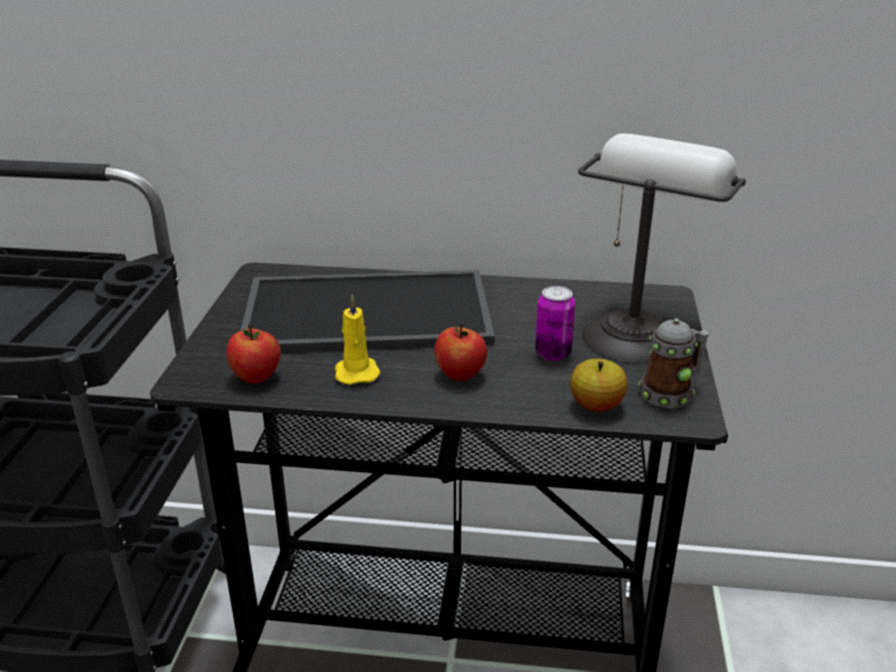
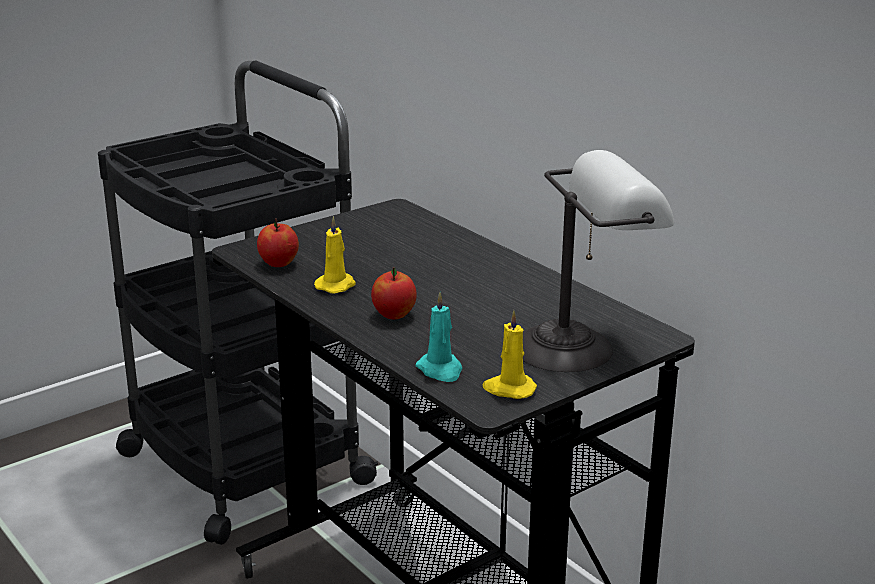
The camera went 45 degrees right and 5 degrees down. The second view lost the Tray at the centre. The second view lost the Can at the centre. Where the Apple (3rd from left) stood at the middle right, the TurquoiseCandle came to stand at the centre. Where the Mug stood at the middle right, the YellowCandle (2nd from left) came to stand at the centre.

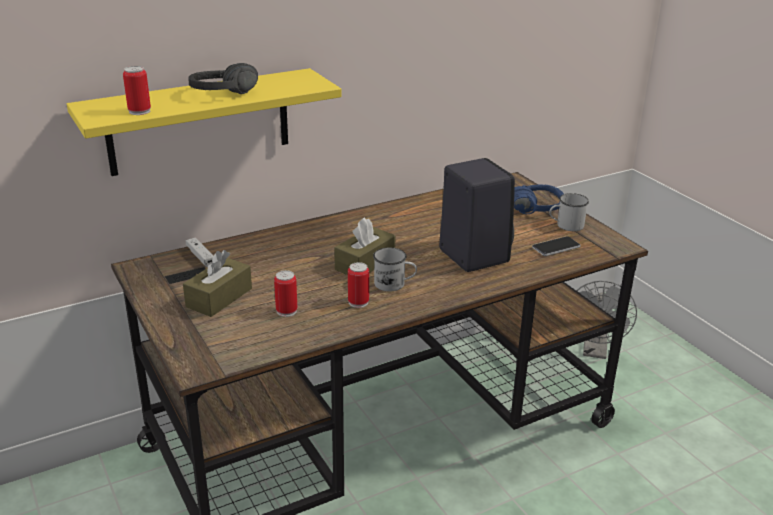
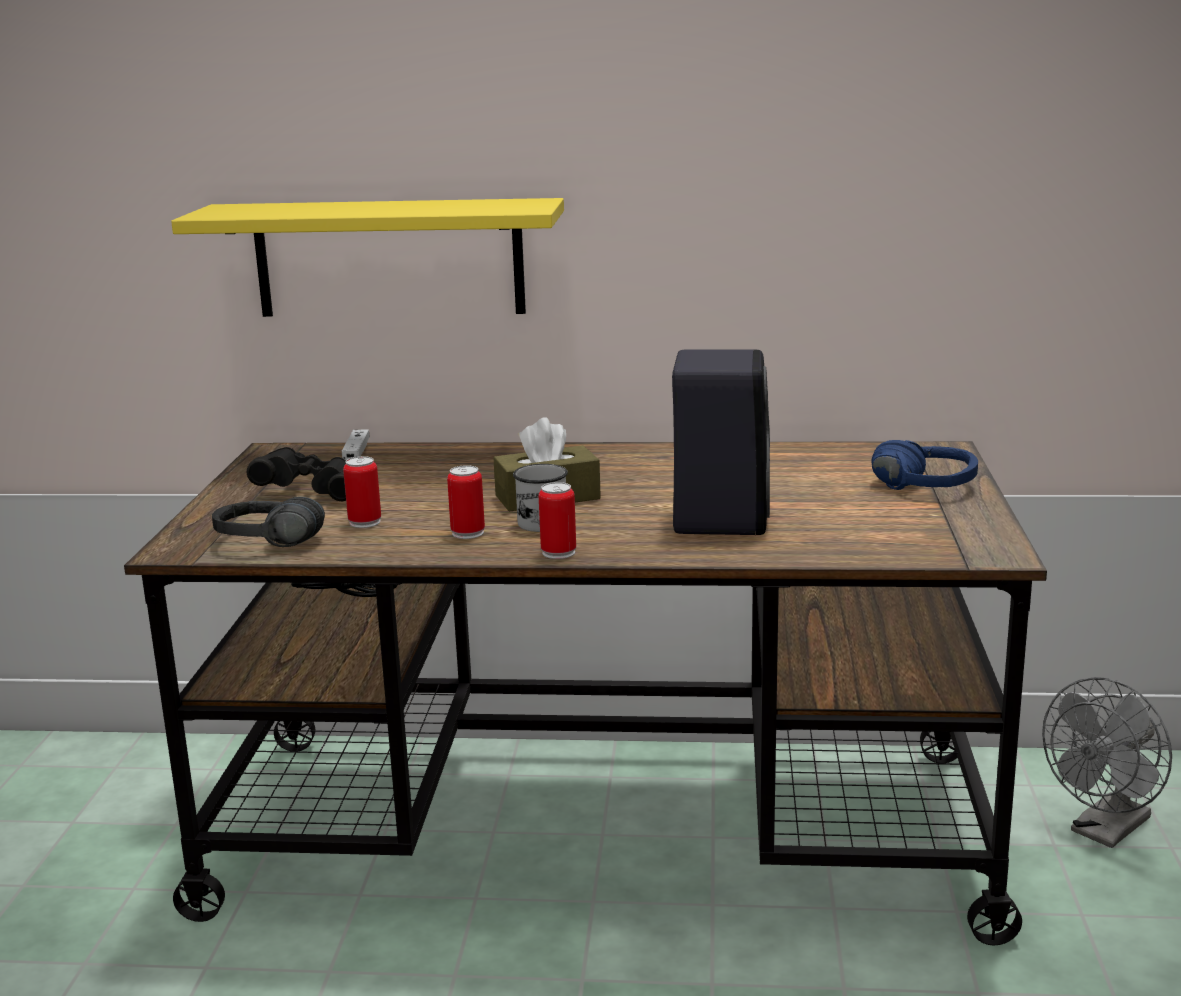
The camera went 35 degrees right and 10 degrees down. The Can (1st from left in the first image) ended up elsewhere, having gone from the top left to the centre. Where the BrownTissueBox (1st from left) stood at the middle left, the BlackBinoculars came to stand at the middle left. The BlackHeadphones ended up elsewhere, having gone from the top left to the middle left. The second view lost the Phone at the middle right. The second view lost the WhiteMug (2nd from left) at the middle right.

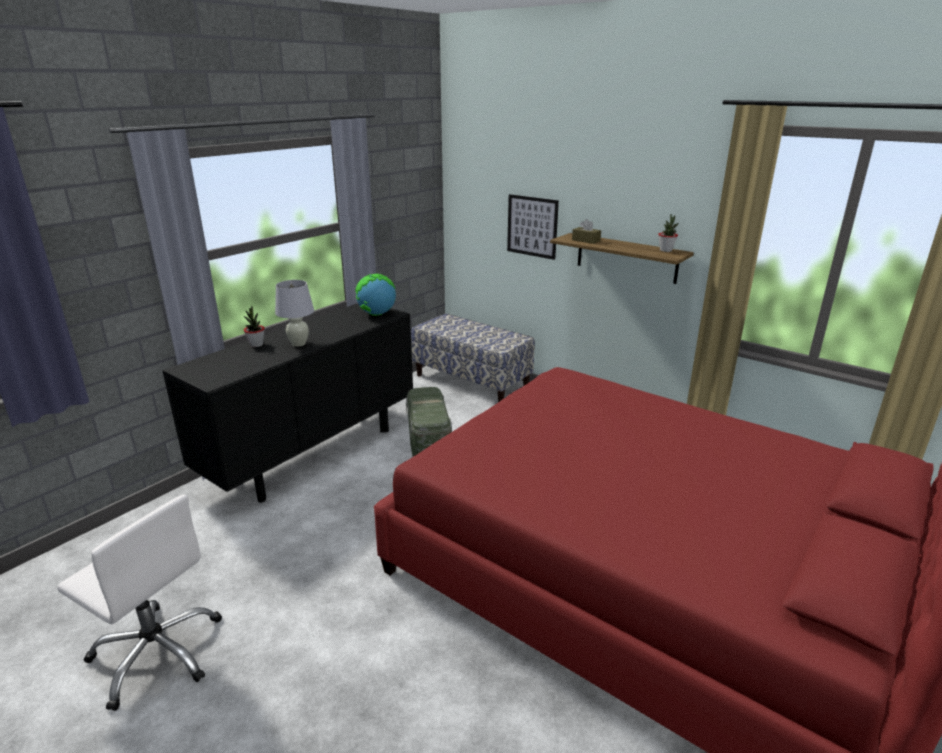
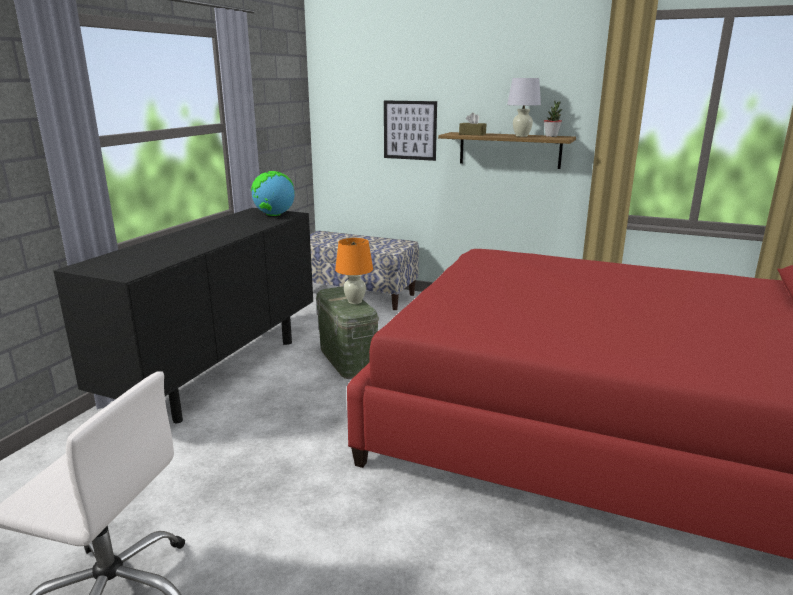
The camera went 15 degrees left and 5 degrees down. The second view lost the PottedPlant (1st from left) at the middle left. The WhiteTableLamp ended up elsewhere, having gone from the middle left to the top centre. The second view gained the OrangeTableLamp at the centre.

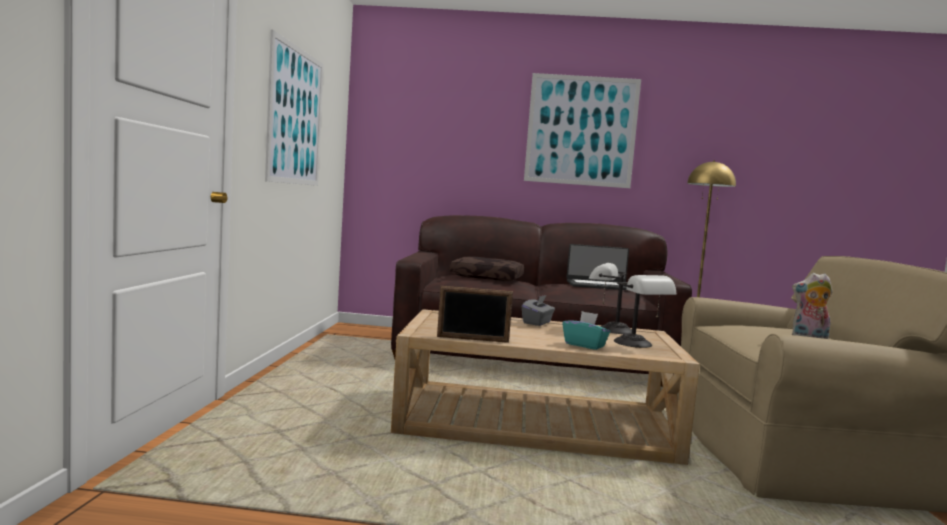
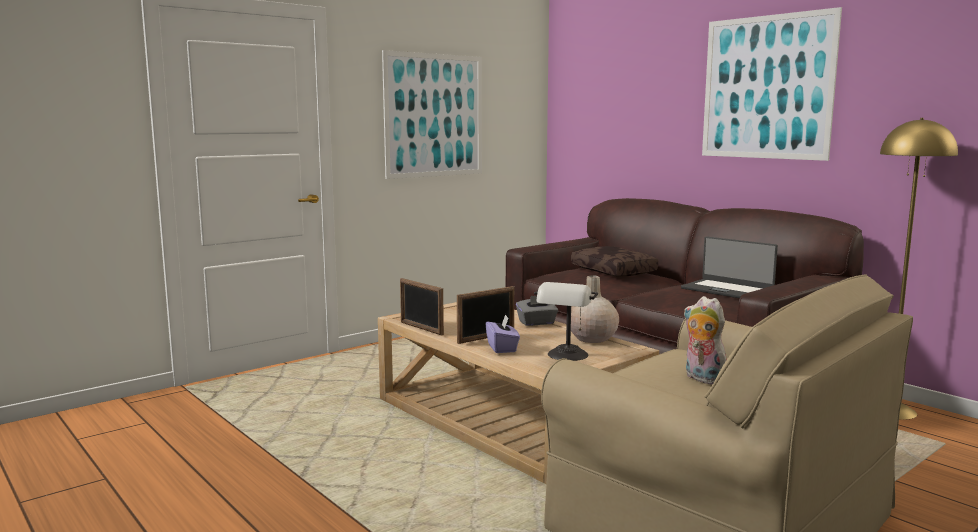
The camera went 45 degrees right and 5 degrees up. What was the TurquoiseTissueBox at the centre turned into the PurpleTissueBox at the centre. Where the TableLamp (1st from left) stood at the centre, the BeigeVase came to stand at the centre. The second view gained the PictureFrame (2nd from left) at the centre.

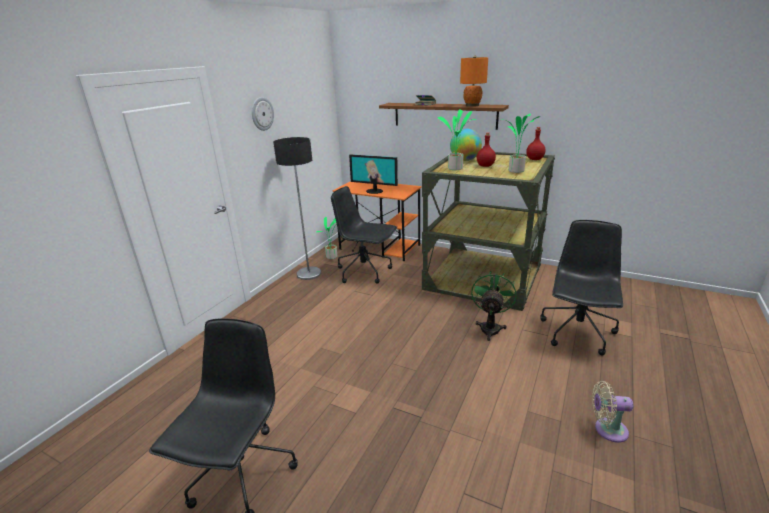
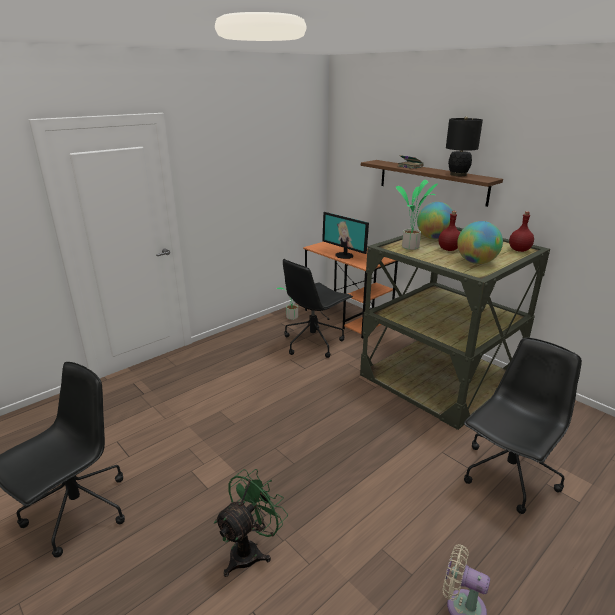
The camera went 20 degrees right and 0 degrees up. The second view lost the WallClock at the top centre. The second view lost the FloorLamp at the centre. The BlackOfficeChair (2nd from left) at the centre ended up facing another way, 90 degrees counterclockwise from before. What was the OrangeTableLamp at the top centre turned into the BlackTableLamp at the top right. The GreenFan ended up elsewhere, having gone from the centre to the bottom centre. Where the PottedPlant (3rd from left) stood at the top right, the Globe (2nd from left) came to stand at the middle right.

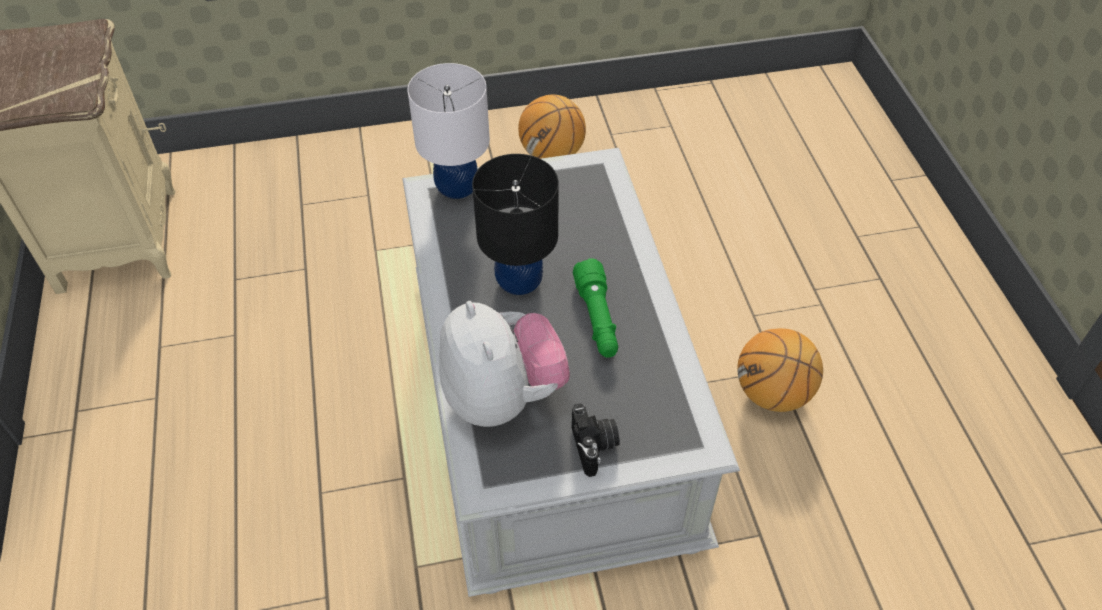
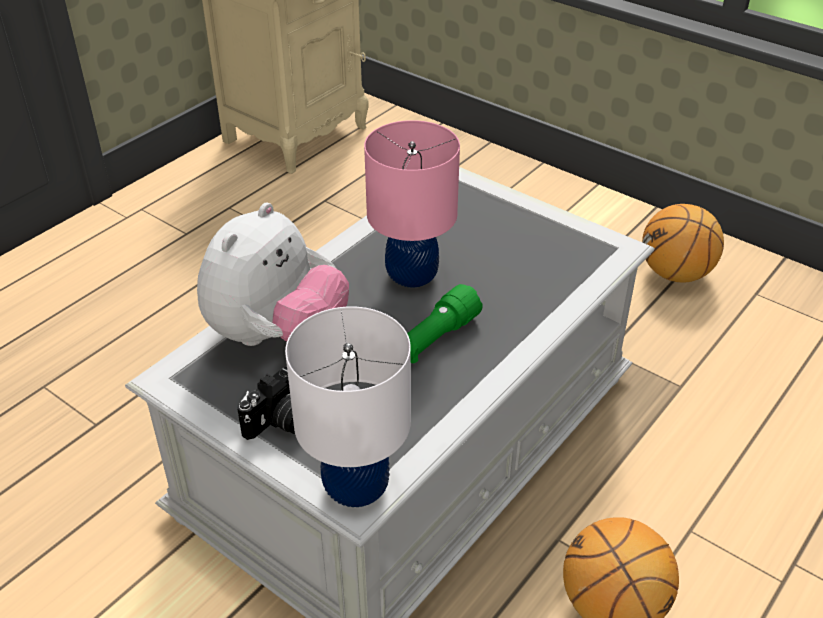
The camera went 50 degrees right and 10 degrees down. The WhiteTableLamp ended up elsewhere, having gone from the top centre to the centre. What was the BlackTableLamp at the centre turned into the PinkTableLamp at the top centre.

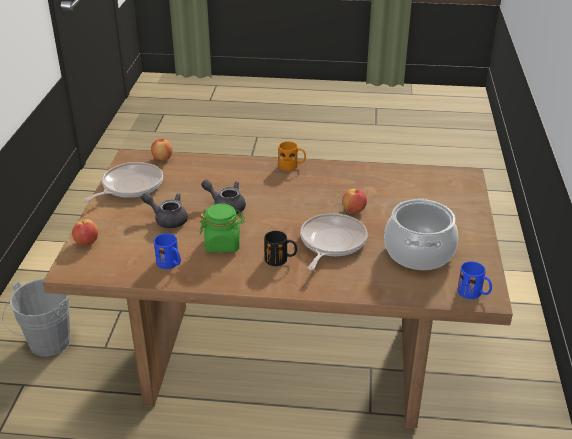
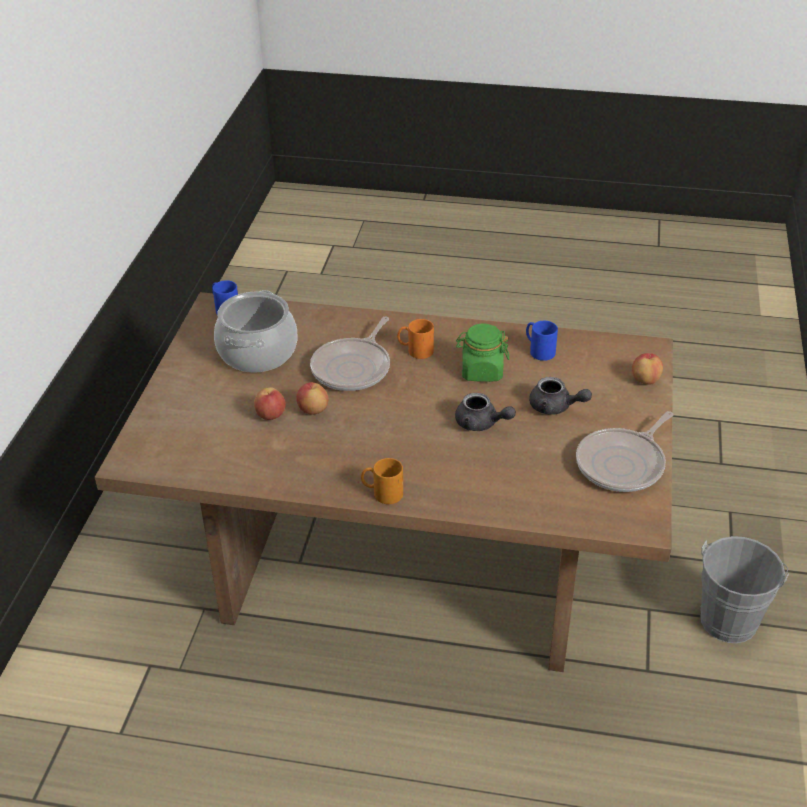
The camera went 175 degrees left and 5 degrees up. The Apple (2nd from left in the first image) ended up elsewhere, having gone from the middle left to the centre. What was the BlackMug at the centre turned into the OrangeMug (2nd from left) at the centre.

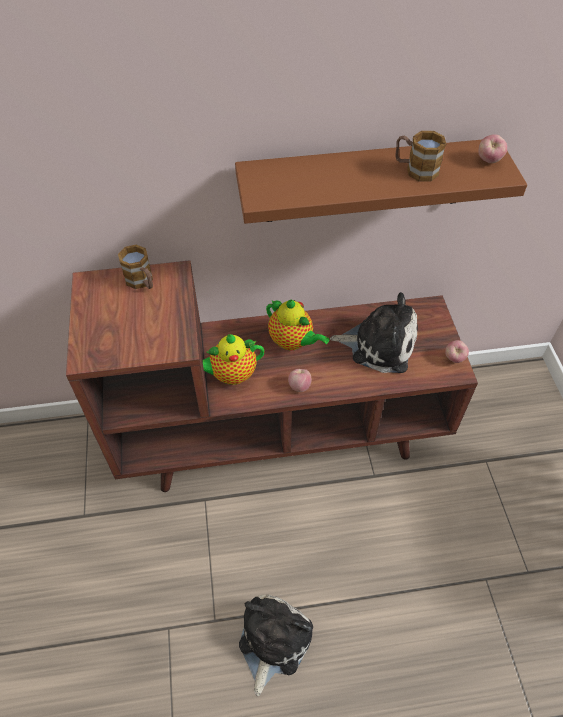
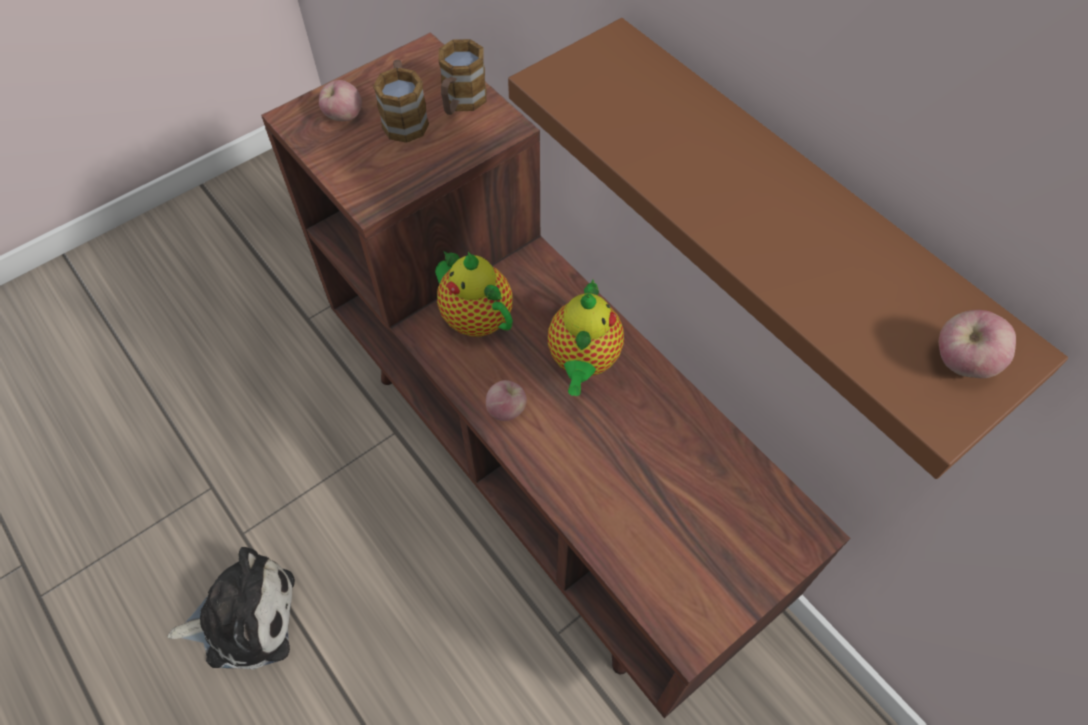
The camera went 60 degrees right and 5 degrees up. The second view lost the PlushToy (2nd from left) at the centre. The Mug (2nd from left in the first image) ended up elsewhere, having gone from the top right to the top centre. The Apple (2nd from left in the first image) ended up elsewhere, having gone from the middle right to the top left.

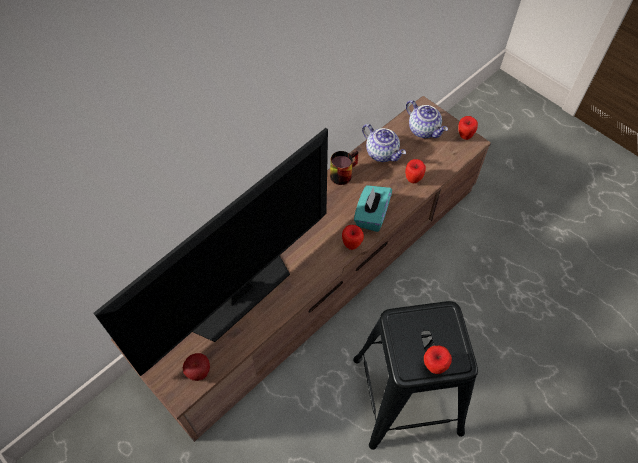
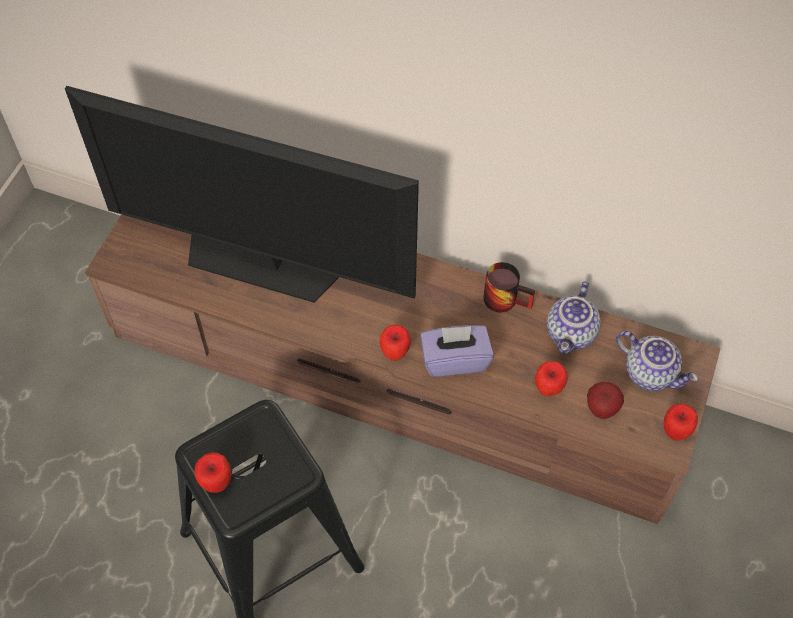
The camera went 65 degrees right and 0 degrees up. The Apple (1st from left in the first image) ended up elsewhere, having gone from the bottom left to the middle right. What was the TurquoiseTissueBox at the centre turned into the PurpleTissueBox at the centre. The Teapot (2nd from left) at the top right ended up facing another way, 75 degrees counterclockwise from before.

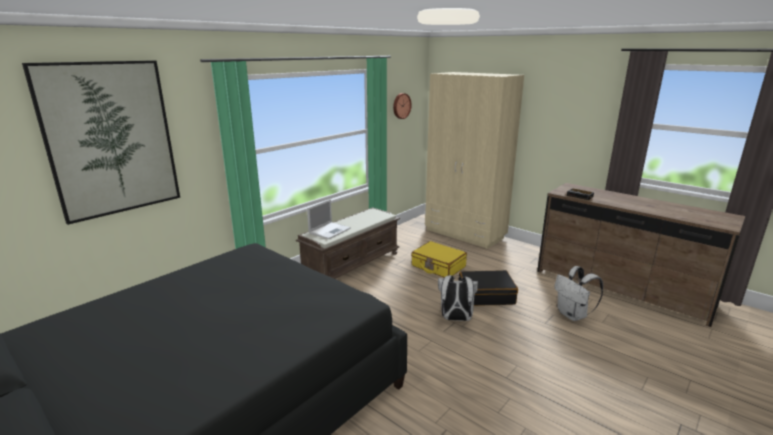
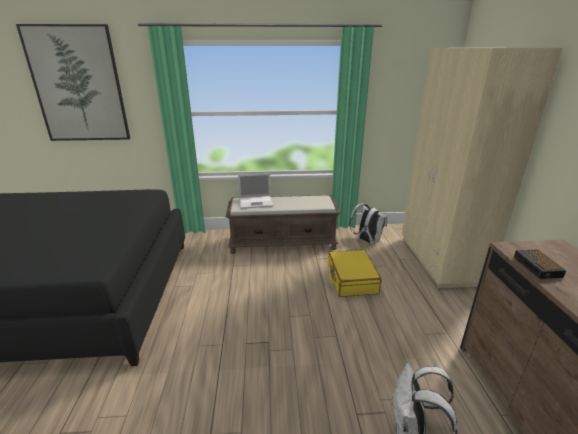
The camera went 45 degrees right and 5 degrees up. The second view lost the WallClock at the top centre. The WhiteBackpack (1st from left) ended up elsewhere, having gone from the bottom centre to the centre. The second view lost the BlackSuitcase at the centre.

